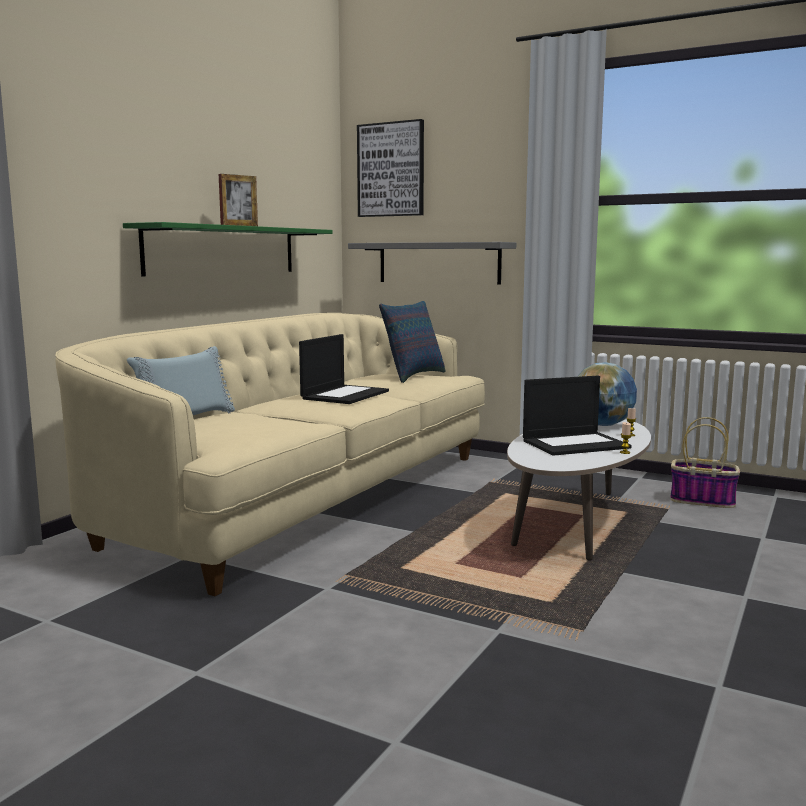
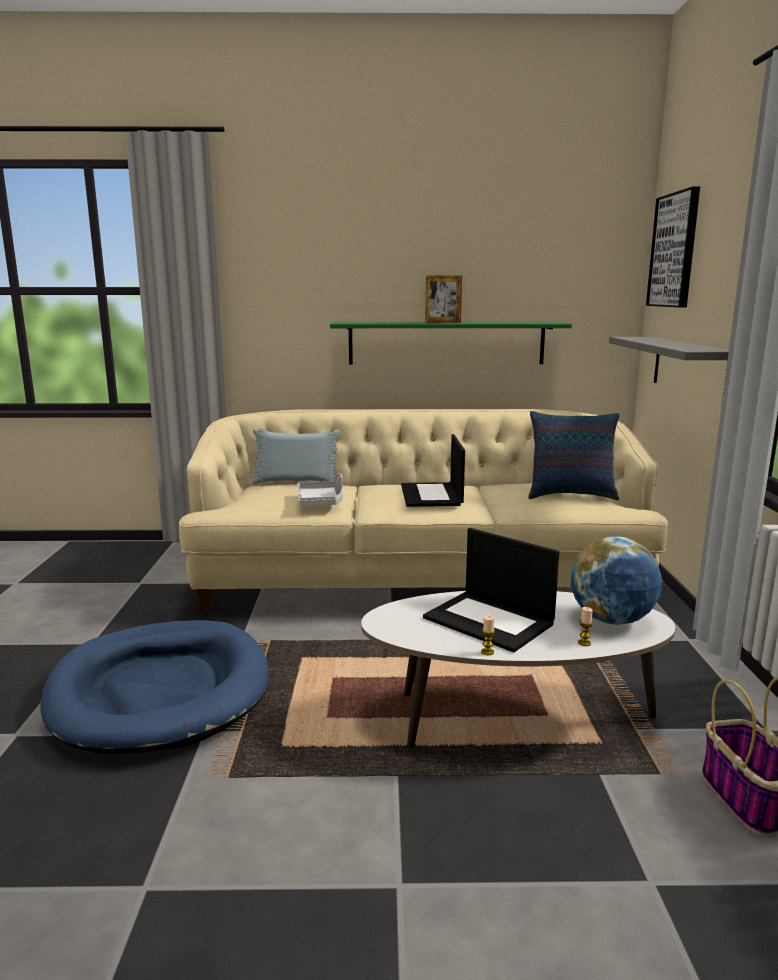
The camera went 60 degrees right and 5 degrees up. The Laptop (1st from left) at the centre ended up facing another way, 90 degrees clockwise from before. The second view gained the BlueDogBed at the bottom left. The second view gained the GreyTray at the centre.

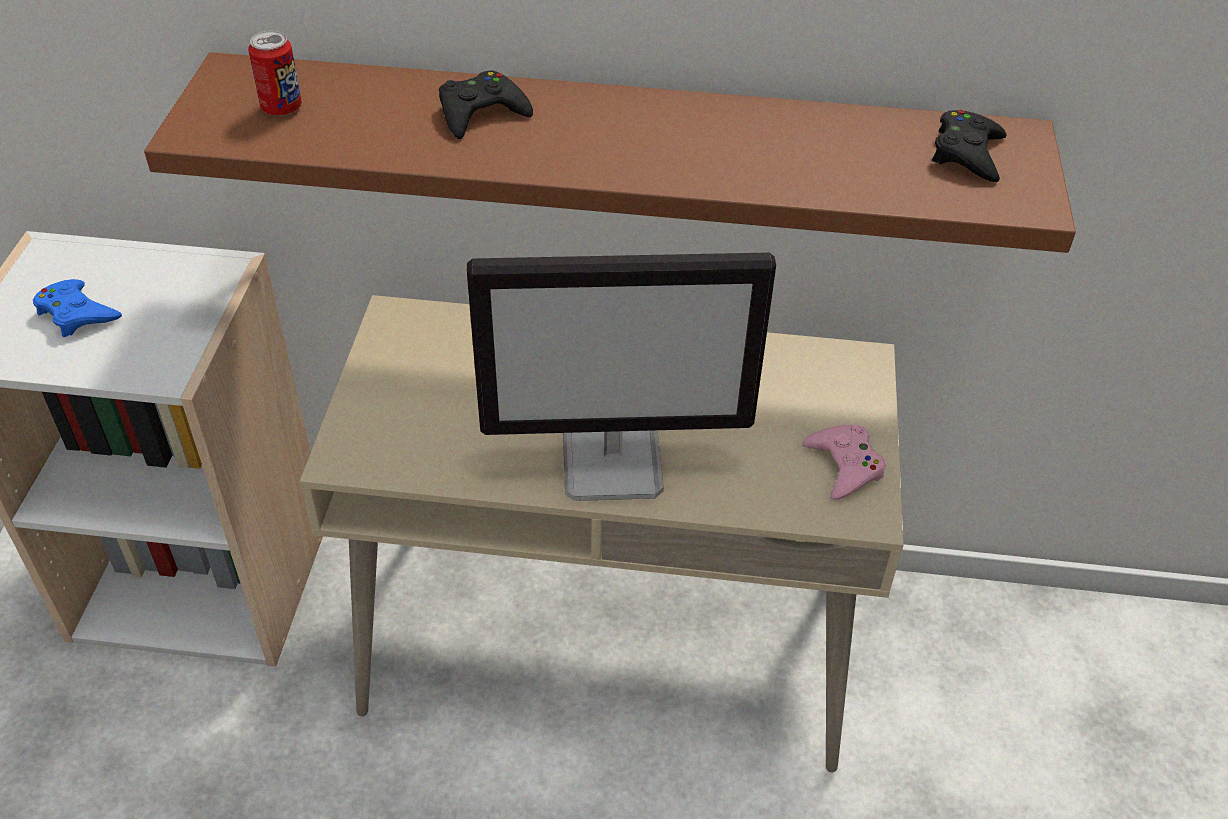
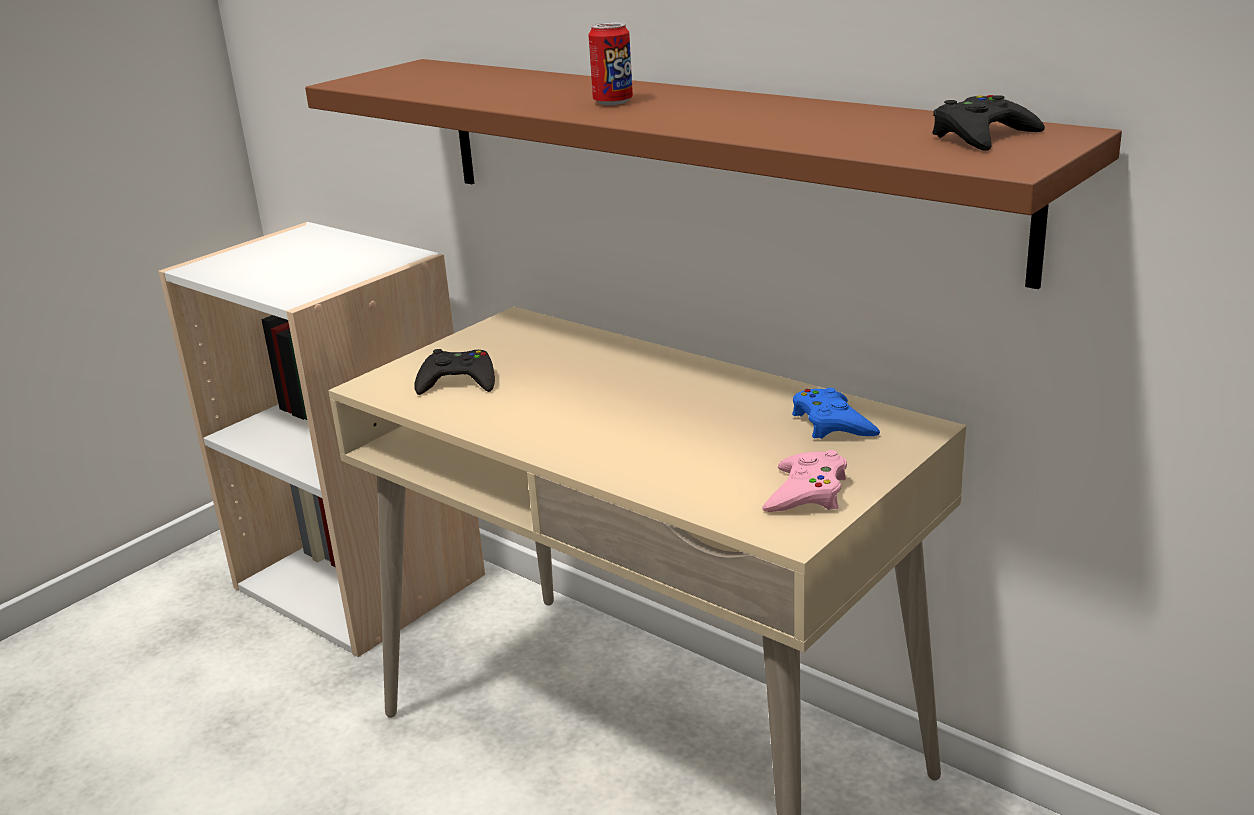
The camera went 35 degrees right and 20 degrees down. The BlueGameController ended up elsewhere, having gone from the middle left to the middle right. The Can ended up elsewhere, having gone from the top left to the top centre. The BlackGameController (1st from left) ended up elsewhere, having gone from the top centre to the centre. The second view lost the Monitor at the centre.

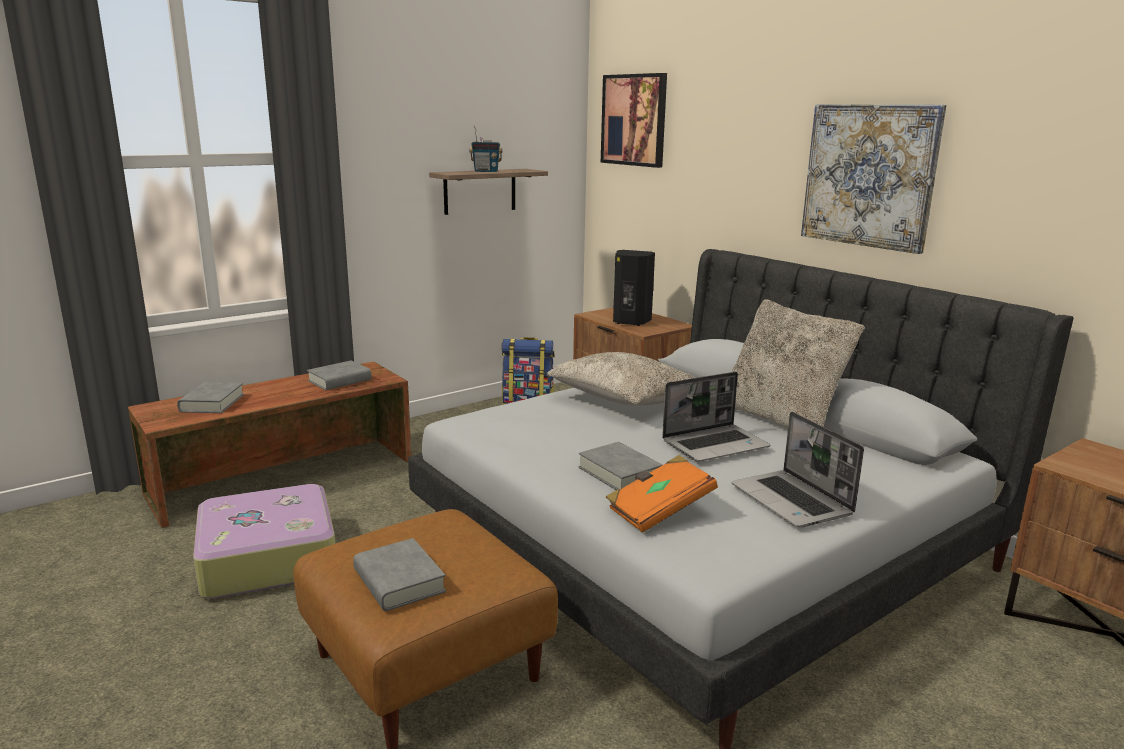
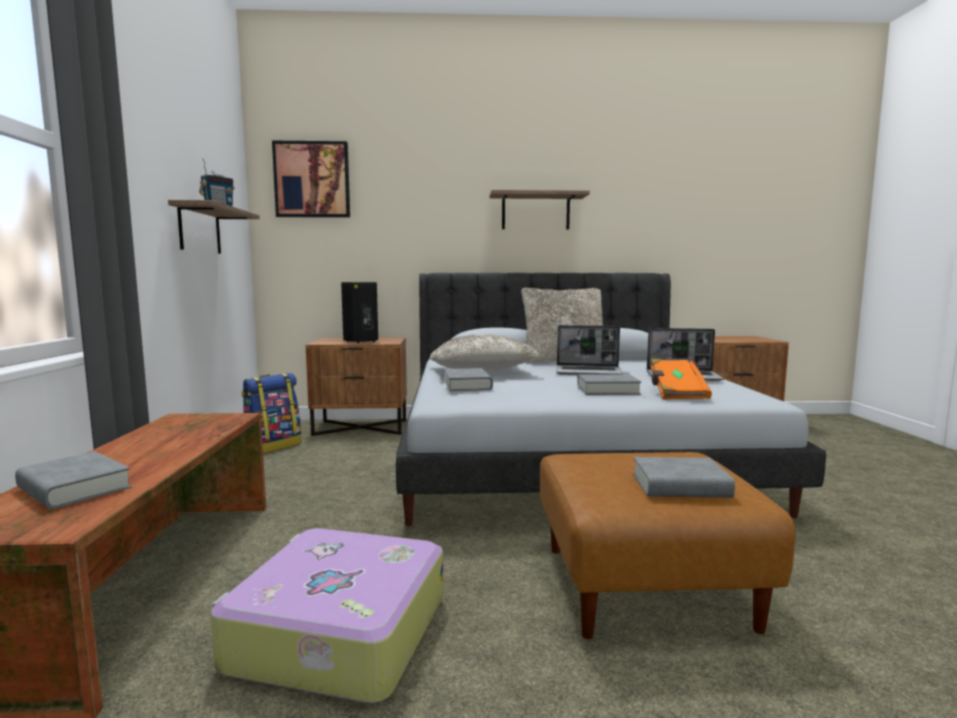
The camera went 55 degrees left and 10 degrees down. The GreyBook (2nd from left) ended up elsewhere, having gone from the middle left to the centre. The Laptop (1st from left) at the centre ended up facing another way, 90 degrees clockwise from before. Where the Picture (2nd from left) hung at the top right, the Shelf (2nd from left) came to hang at the top centre.

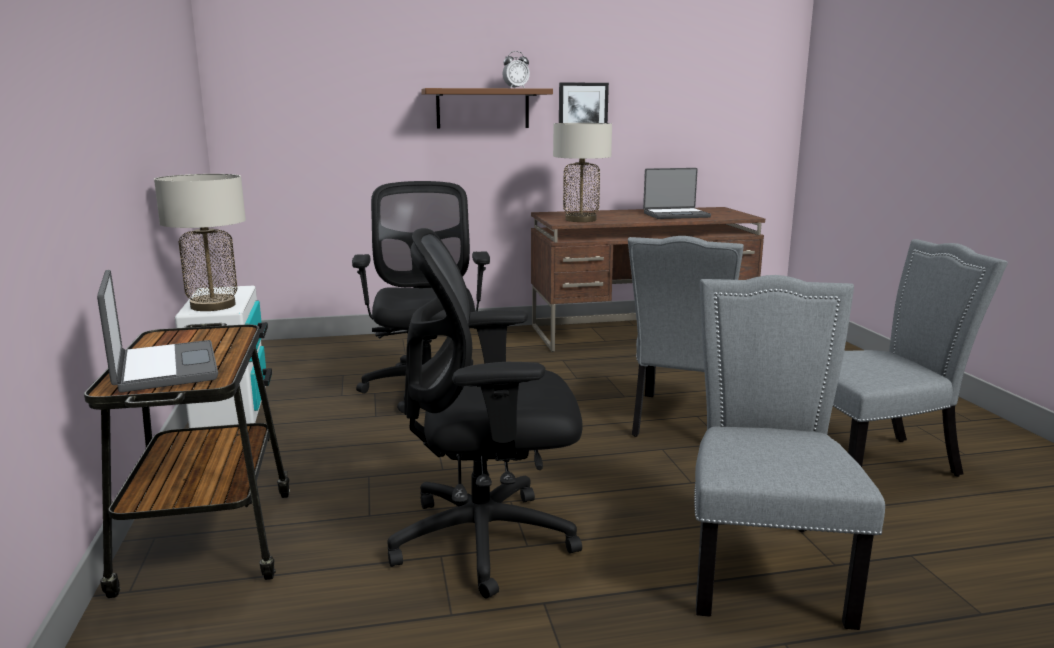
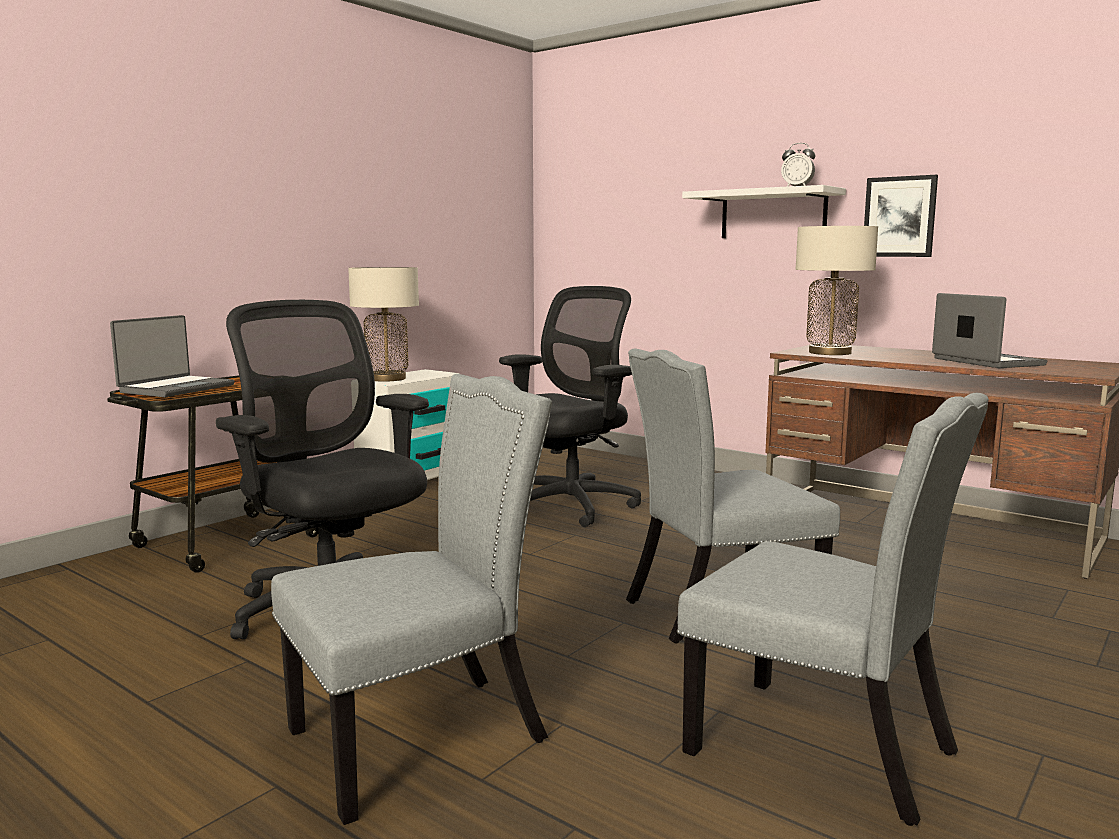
The camera went 50 degrees right and 5 degrees down. What was the BrownShelf at the top centre turned into the WhiteShelf at the top right. The Laptop (2nd from left) at the top centre ended up facing another way, 150 degrees counterclockwise from before.

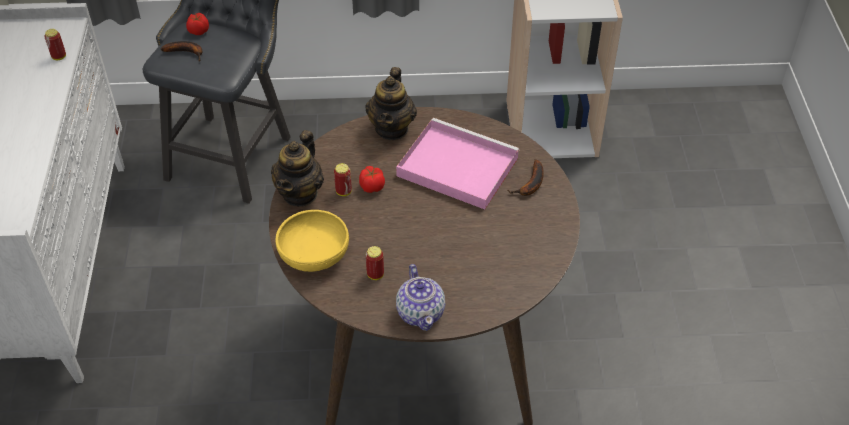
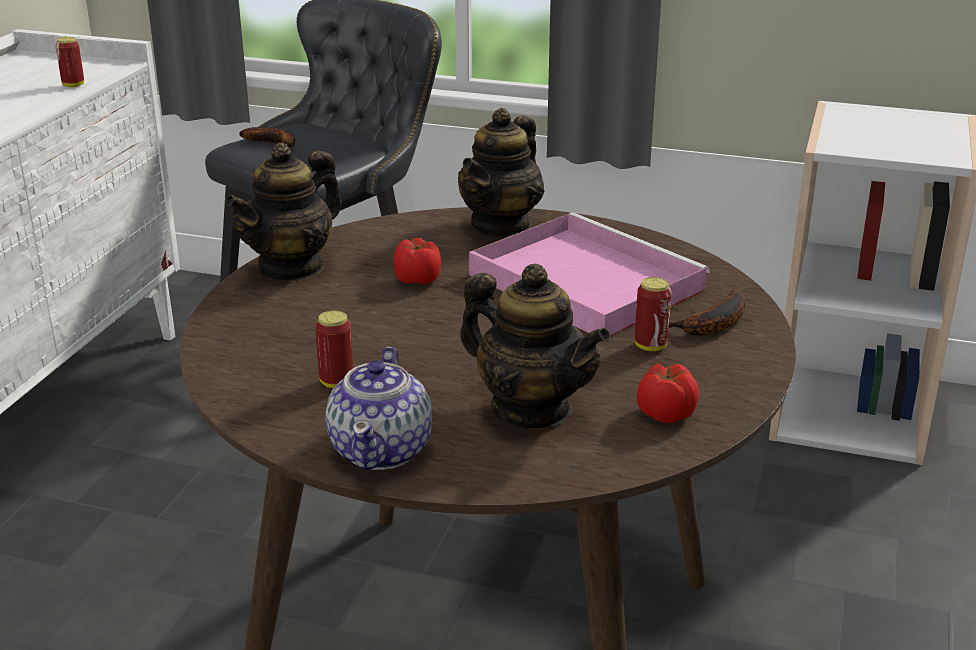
The camera went 20 degrees right and 20 degrees down. The Tomato (1st from left in the first image) ended up elsewhere, having gone from the top left to the middle right. The second view lost the YellowBowl at the centre. The Can (2nd from left in the first image) ended up elsewhere, having gone from the centre to the middle right. The second view gained the Teapot (4th from left) at the centre.

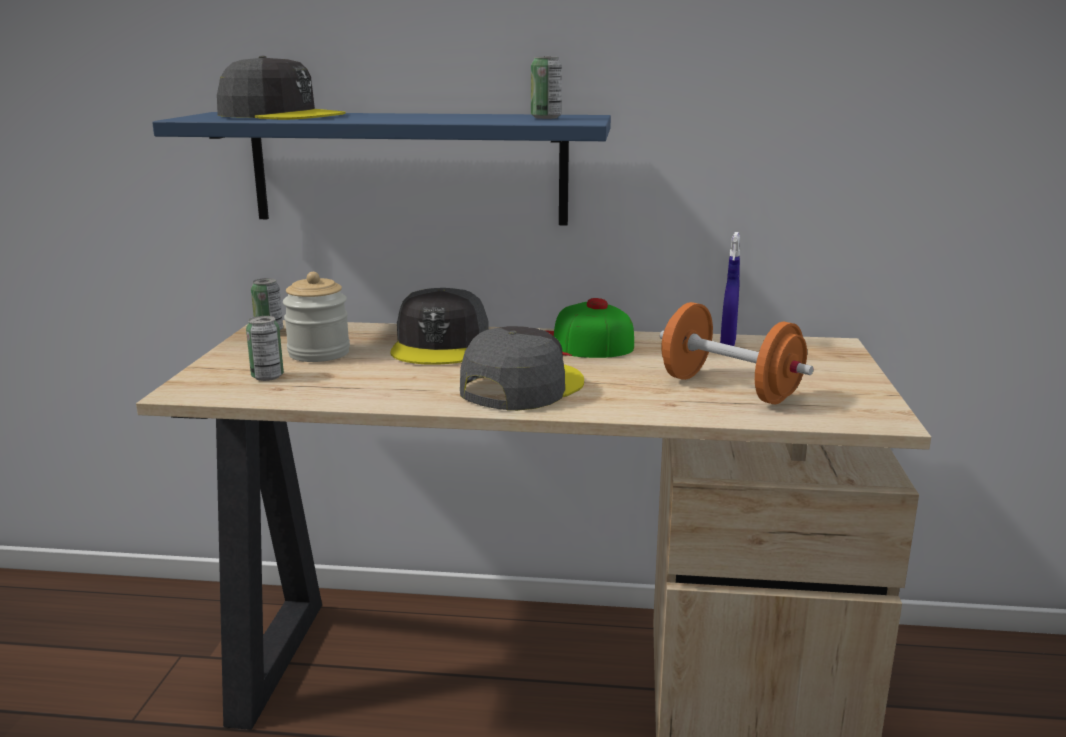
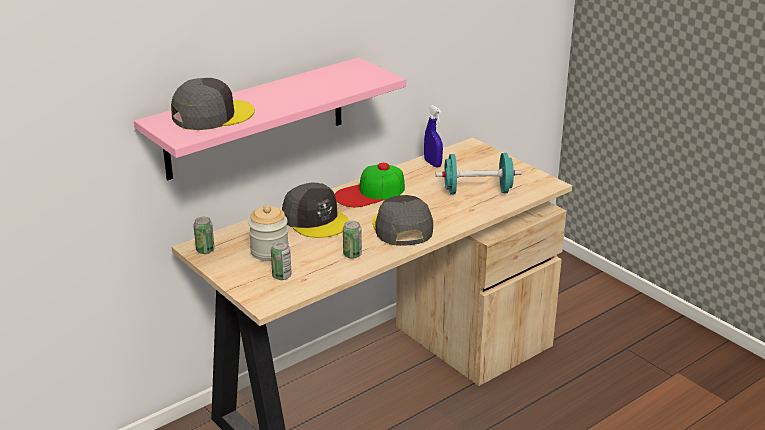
The camera went 45 degrees left and 10 degrees up. What was the BlueShelf at the top centre turned into the PinkShelf at the top centre. The Can (3rd from left) ended up elsewhere, having gone from the top centre to the centre. What was the OrangeDumbbell at the middle right turned into the TurquoiseDumbbell at the centre.

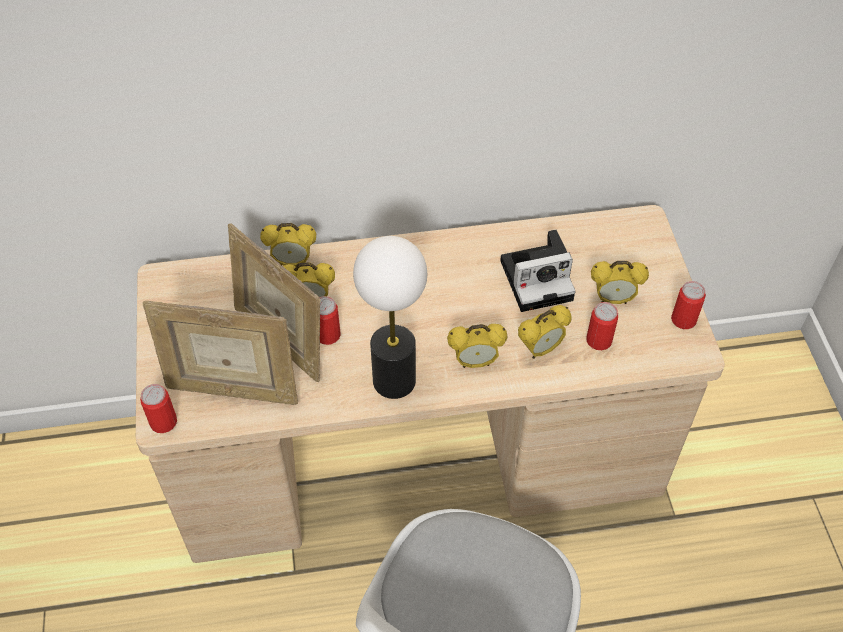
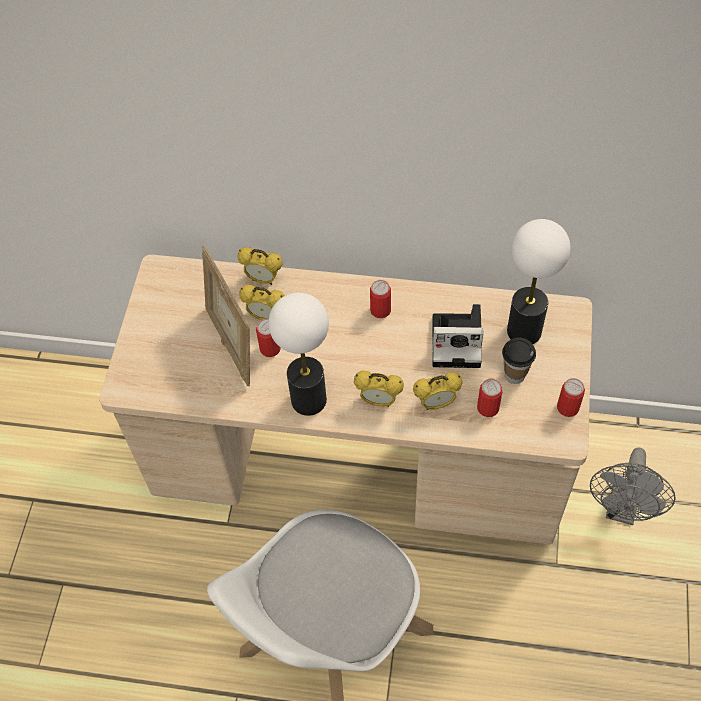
The camera went 20 degrees right and 5 degrees up. The Can (1st from left in the first image) ended up elsewhere, having gone from the middle left to the centre. The second view lost the PictureFrame (1st from left) at the middle left. Where the AlarmClock (5th from left) stood at the middle right, the Cup came to stand at the middle right. The second view gained the TableLamp (2nd from left) at the middle right. The second view gained the GreyFan at the bottom right.

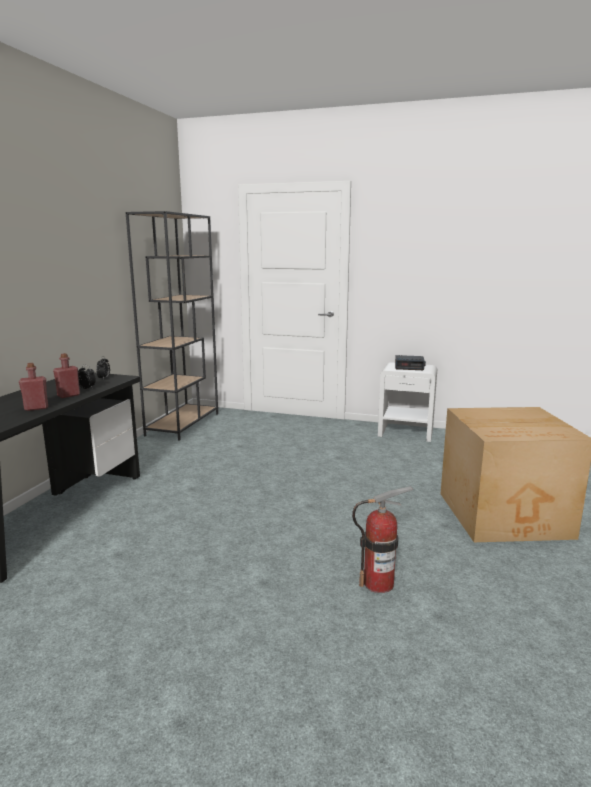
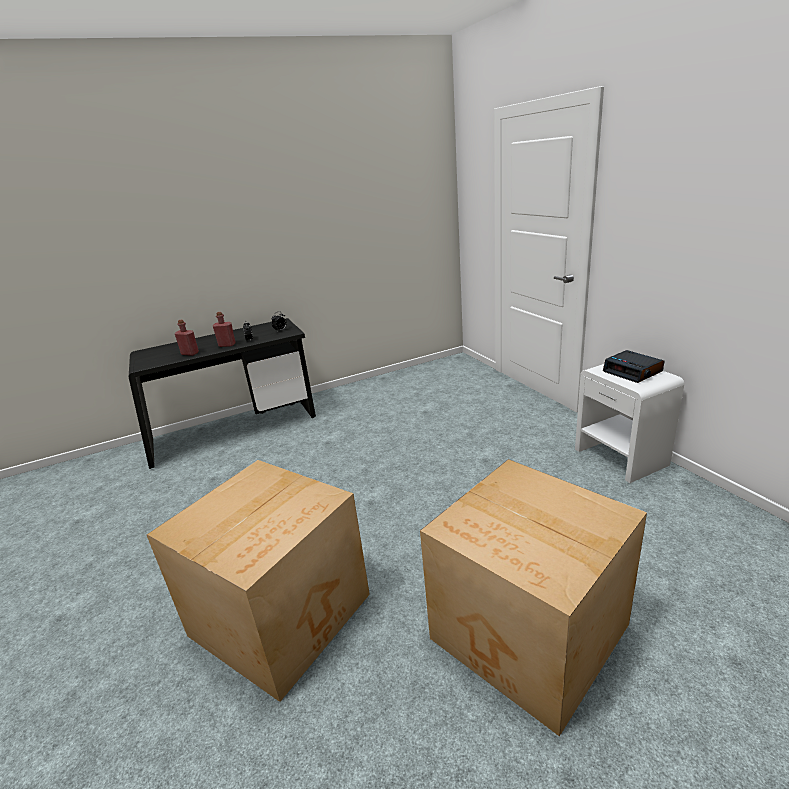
The camera went 50 degrees right and 10 degrees up. The second view lost the Bookcase at the middle left. Where the FireExtinguisher stood at the bottom centre, the CardboardBox (1st from left) came to stand at the bottom left.

